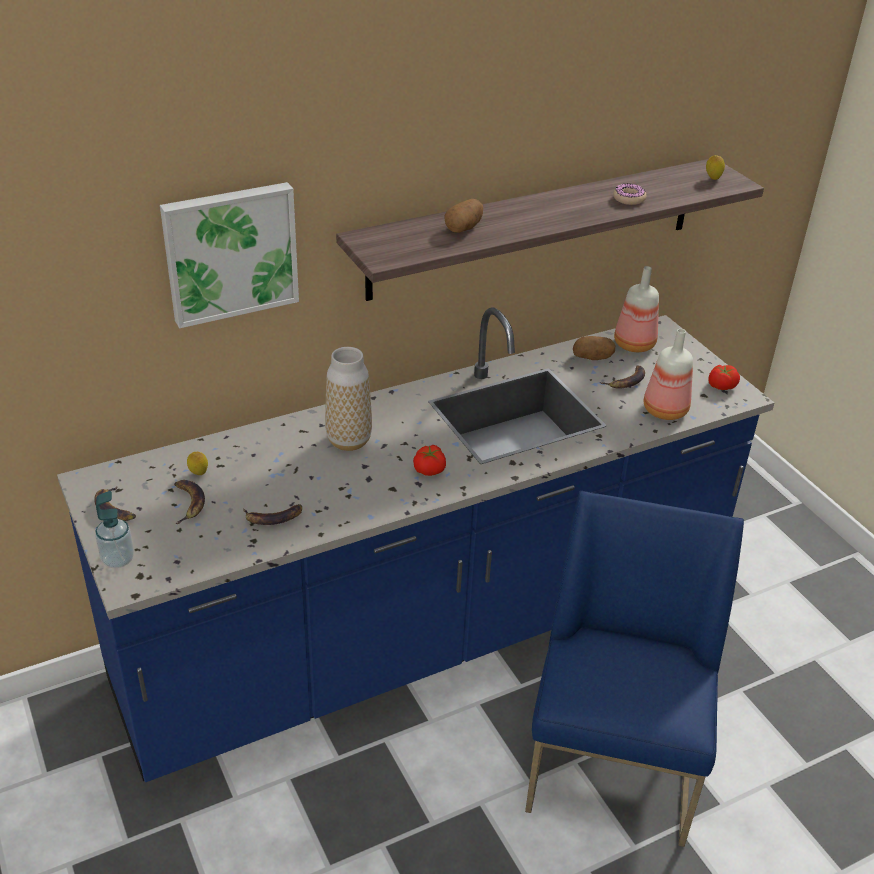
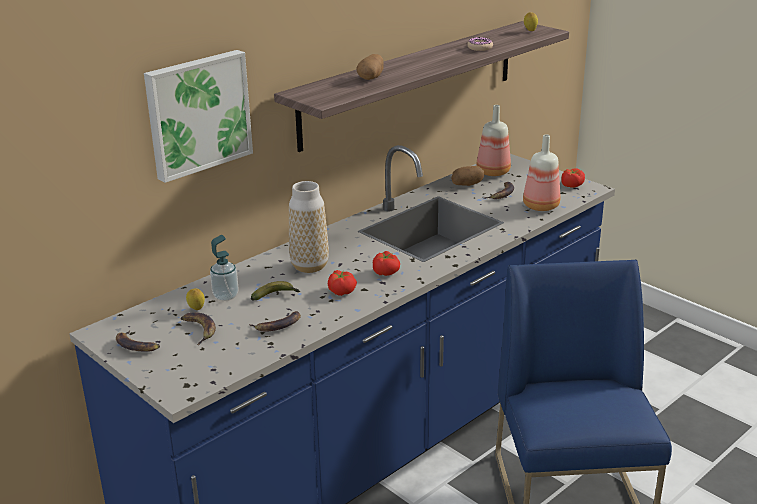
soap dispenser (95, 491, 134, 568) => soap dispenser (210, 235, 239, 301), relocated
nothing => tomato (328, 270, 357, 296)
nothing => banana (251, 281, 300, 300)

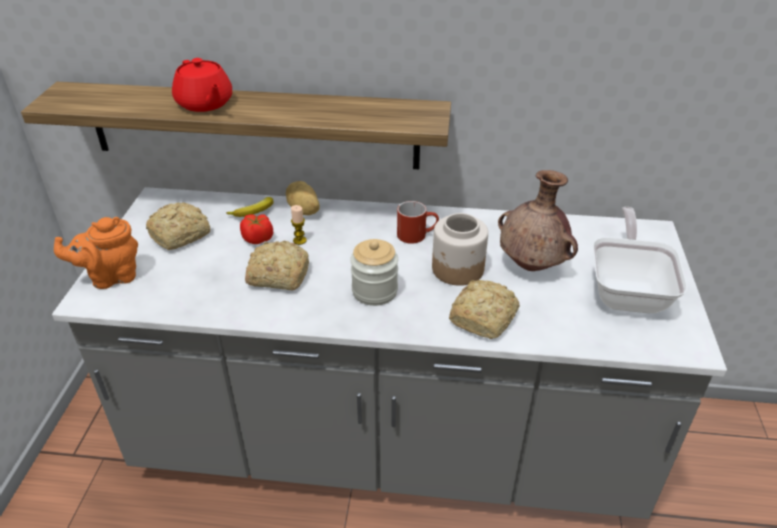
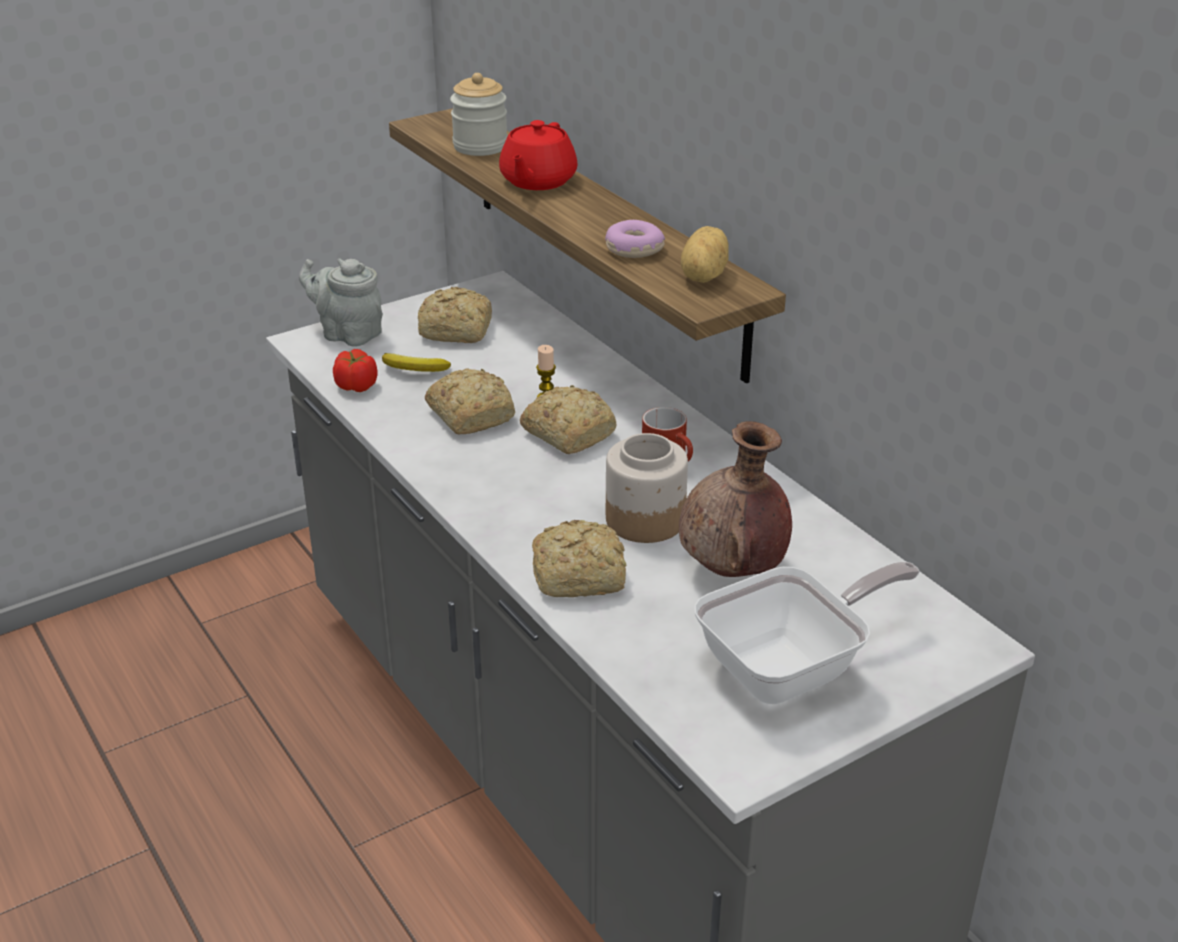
potato (286, 181, 320, 215) => potato (681, 226, 729, 283), relocated
banana (226, 197, 273, 217) => banana (382, 353, 451, 372), relocated
tomato (240, 214, 273, 244) => tomato (333, 349, 377, 392), relocated
orange teapot (54, 217, 138, 289) => grey teapot (299, 258, 383, 347)
jar (350, 239, 398, 306) => jar (450, 73, 508, 156), relocated
nothing => donut (605, 220, 665, 258)
nothing => bread (520, 385, 617, 454)

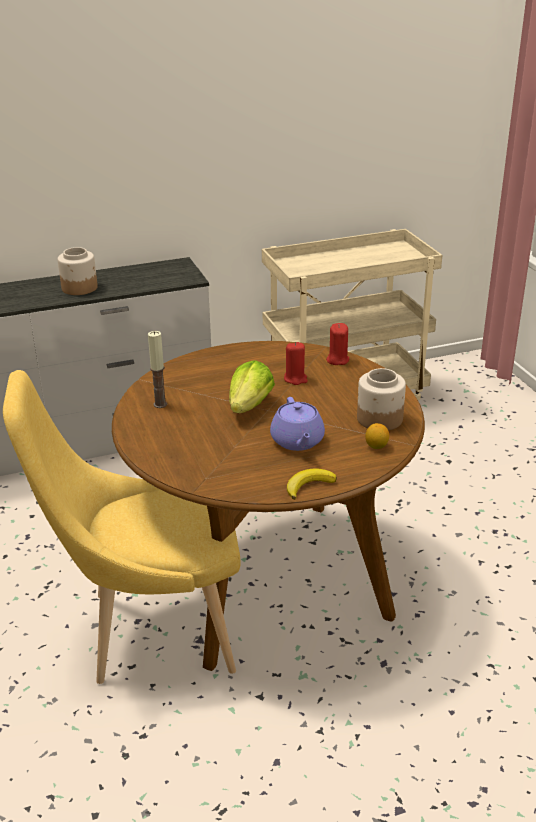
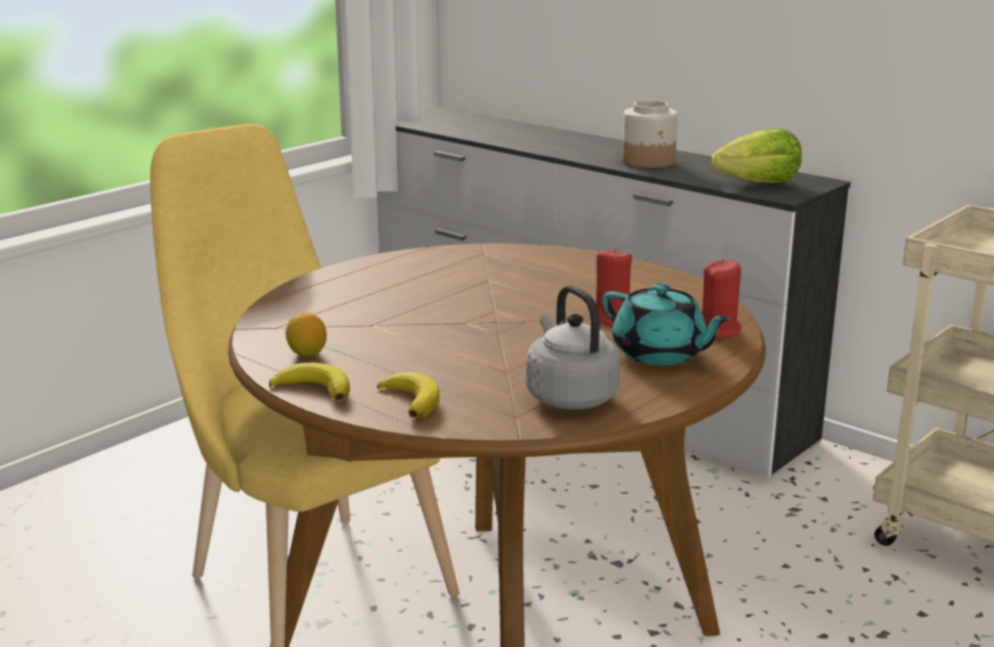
candle (148, 331, 167, 408) => nothing
lettuce (229, 360, 275, 413) => lettuce (712, 128, 802, 183), relocated
jar (357, 368, 406, 430) => grey kettle (526, 285, 621, 409)
purple teapot (270, 397, 325, 451) => nothing
lemon (365, 423, 389, 449) => lemon (286, 312, 327, 357), relocated
nothing => turquoise teapot (603, 283, 731, 365)
nothing => banana (377, 372, 440, 418)

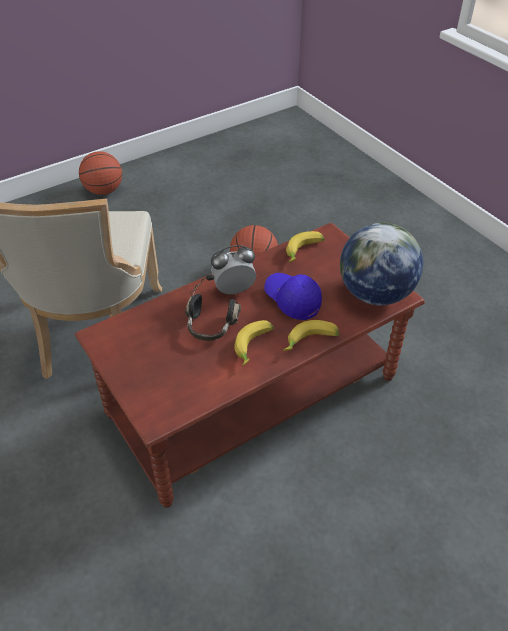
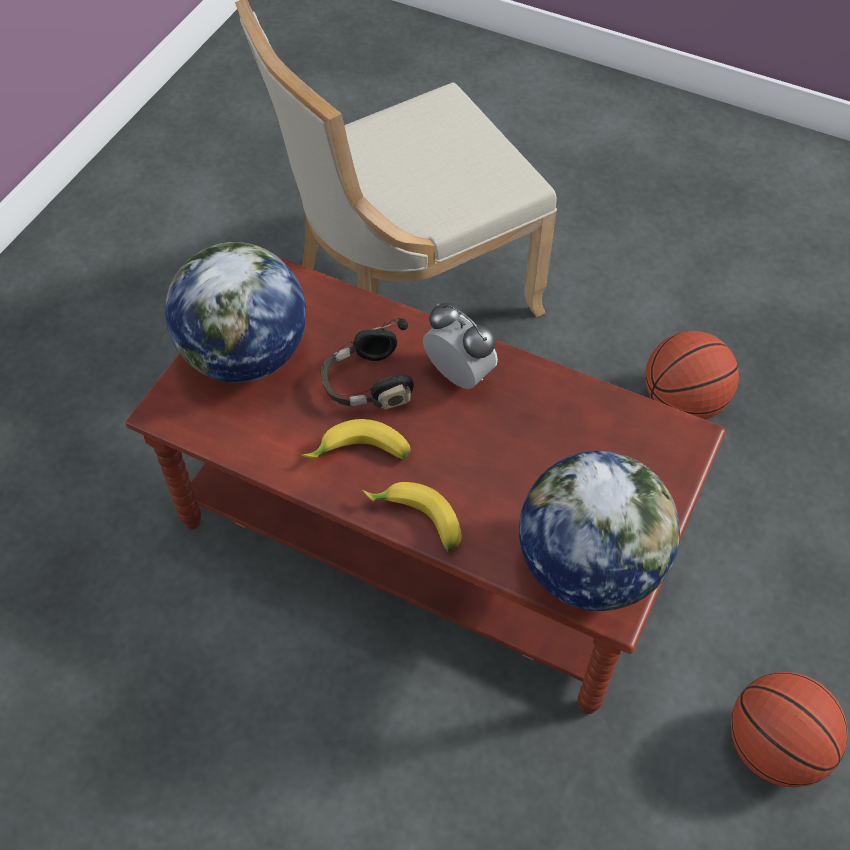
basketball (79, 151, 122, 195) => basketball (731, 672, 848, 787), relocated
banana (286, 231, 325, 263) => nothing
blue cap (264, 273, 322, 320) => nothing
nothing => globe (165, 242, 306, 383)

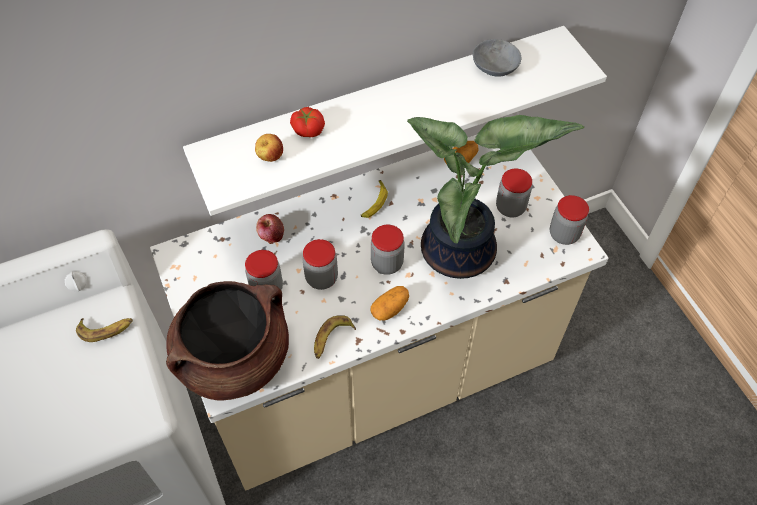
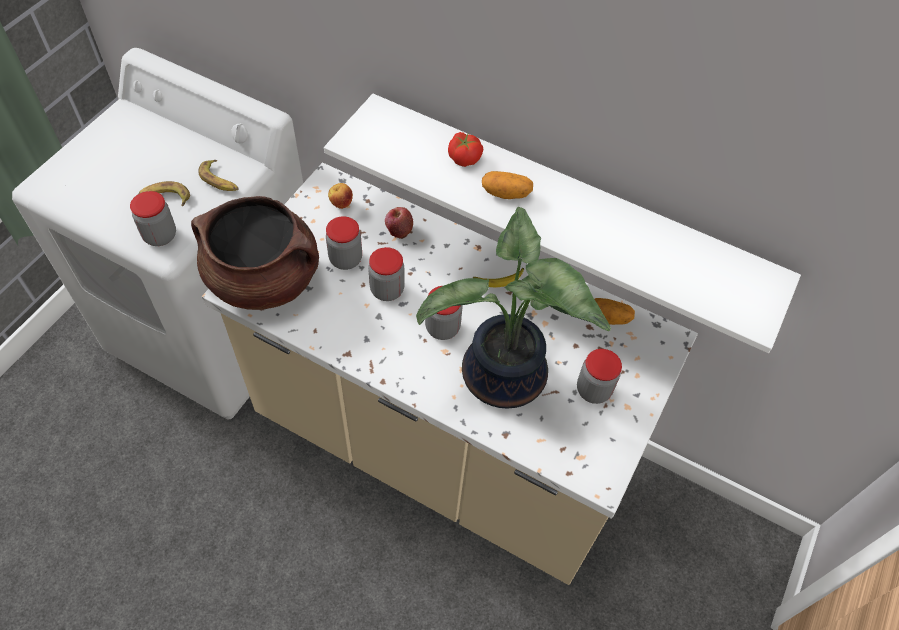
grey bowl (473, 39, 521, 77) => nothing
apple (255, 134, 283, 162) => apple (328, 183, 353, 209), relocated
jar (550, 195, 589, 245) => jar (130, 191, 176, 246), relocated
potato (370, 286, 409, 321) => potato (482, 171, 533, 199), relocated
banana (314, 315, 356, 359) => banana (138, 181, 190, 206), relocated

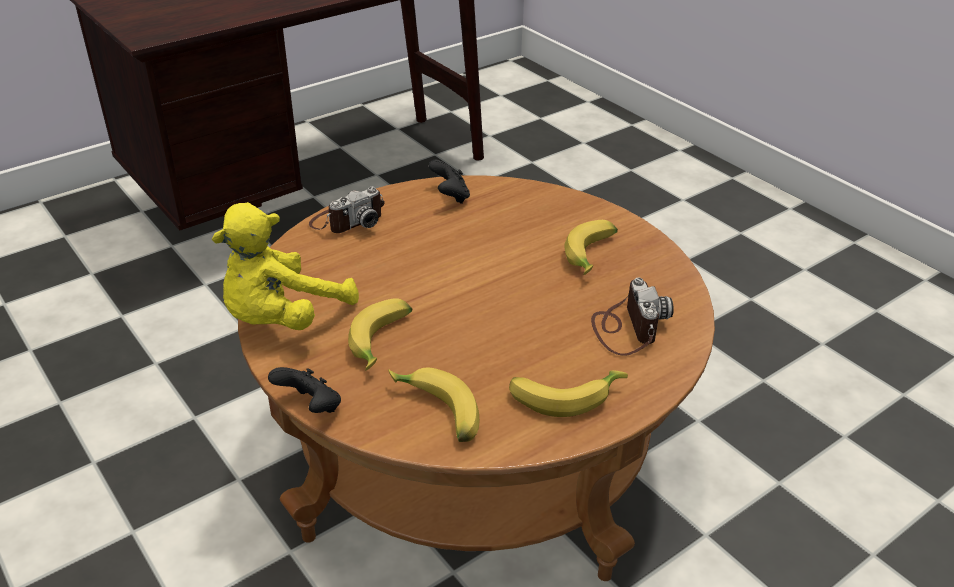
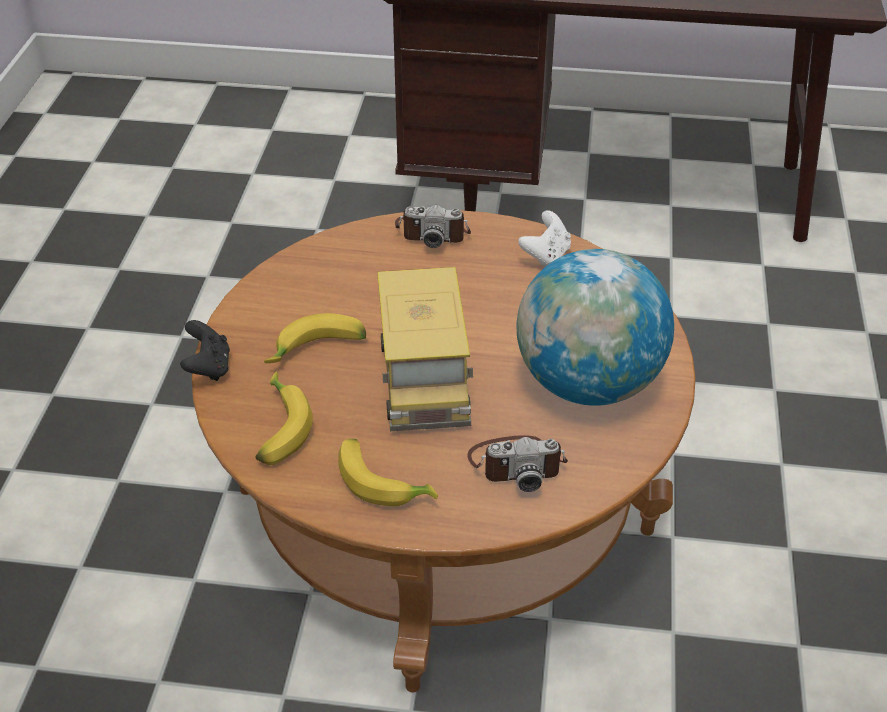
black game controller (429, 160, 470, 204) => white game controller (518, 210, 571, 267)
yellow plush toy (212, 202, 359, 330) => nothing
banana (564, 220, 618, 275) => globe (516, 249, 674, 406)
photo camera (591, 278, 674, 356) => photo camera (467, 435, 568, 492), 45 degrees clockwise
nothing => toy truck (377, 267, 473, 431)

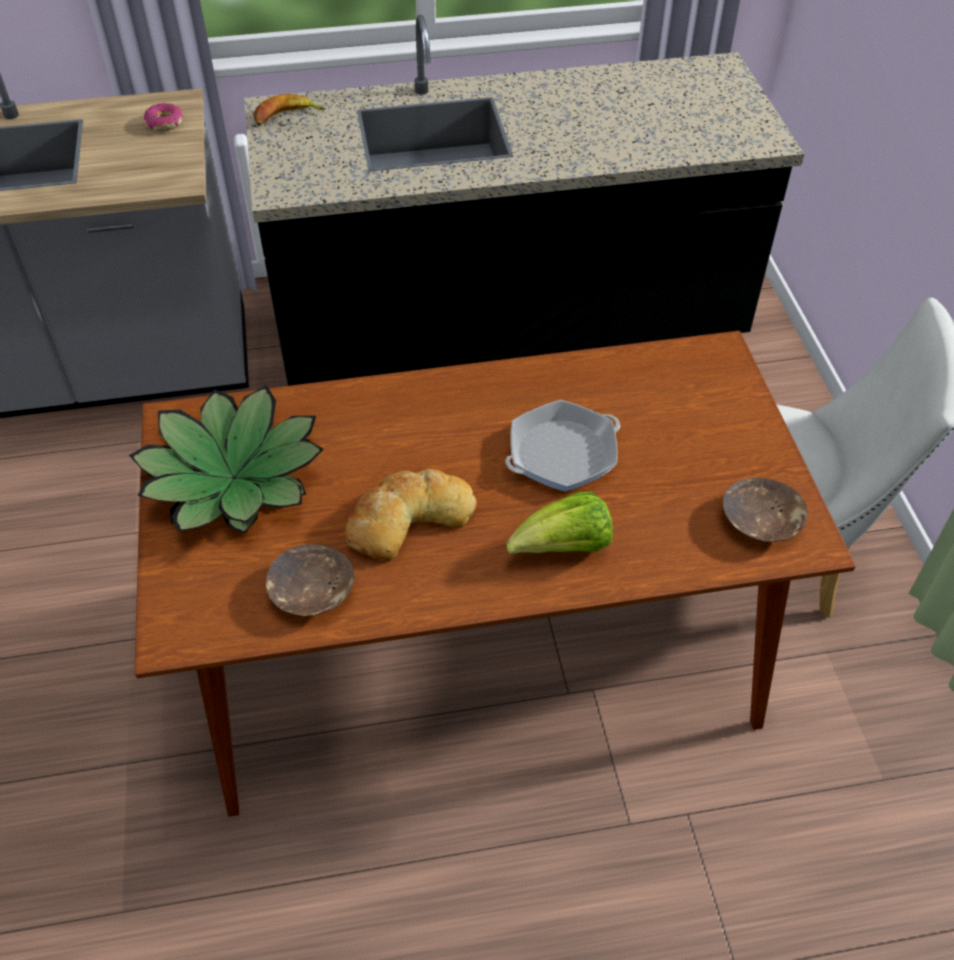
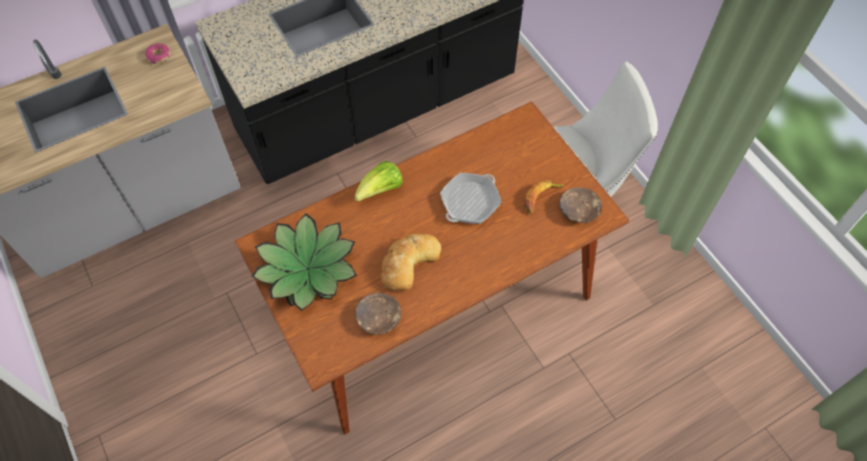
banana (253, 94, 326, 126) => banana (525, 180, 564, 214), relocated
lettuce (507, 491, 613, 554) => lettuce (355, 161, 403, 202), relocated

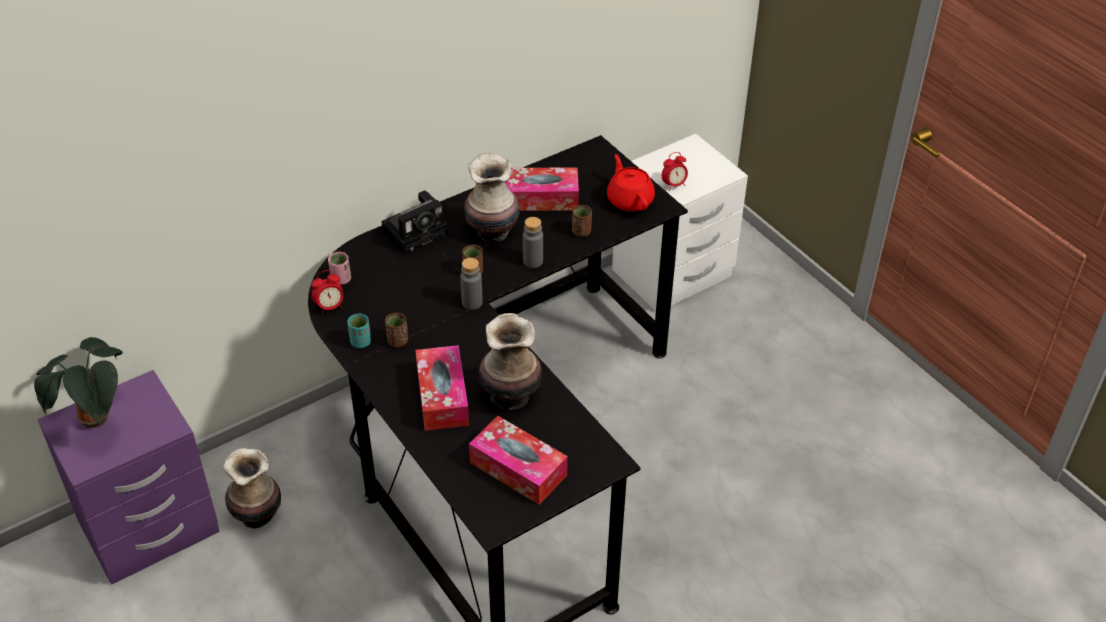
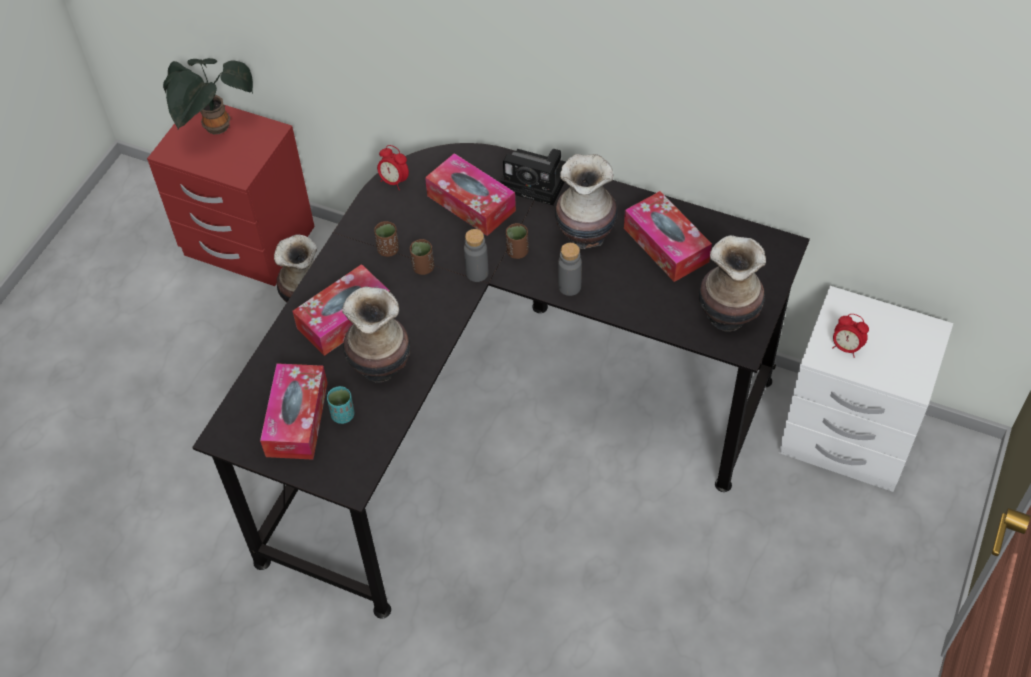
red teapot (607, 154, 655, 212) => vase (698, 235, 766, 332)
brown cup (572, 205, 592, 237) => brown cup (410, 239, 434, 275), relocated
pink cup (328, 252, 351, 285) => nothing
turquoise cup (347, 314, 371, 348) => turquoise cup (327, 386, 354, 424), relocated
purple nightstand (38, 370, 220, 585) => red nightstand (147, 105, 315, 286)
nothing => tissue box (425, 153, 516, 236)

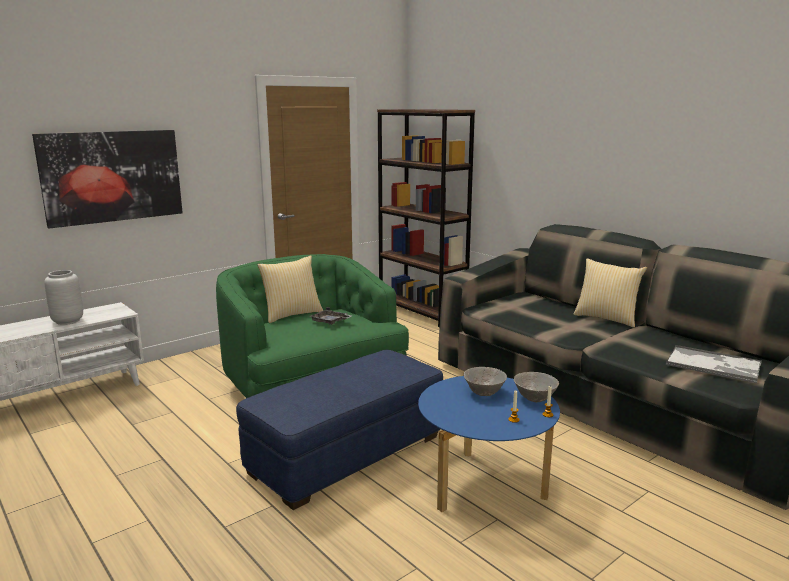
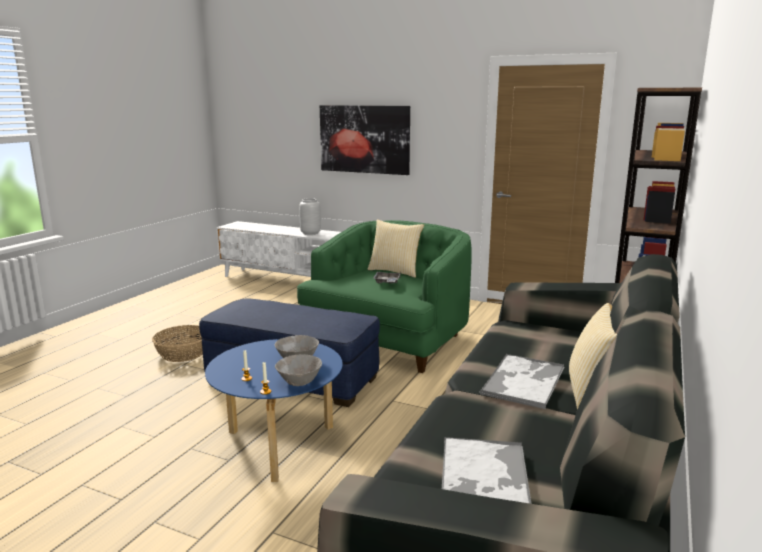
nothing => basket (152, 325, 203, 362)
nothing => tray (480, 354, 565, 409)

